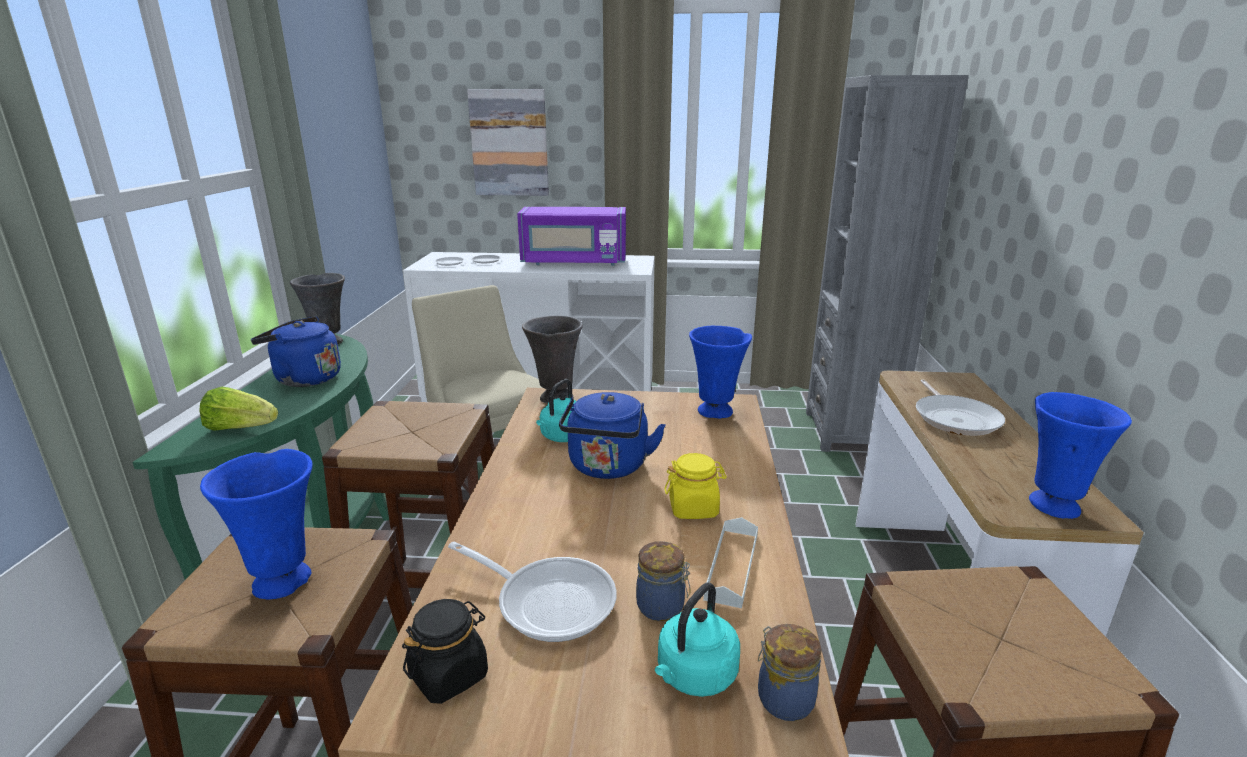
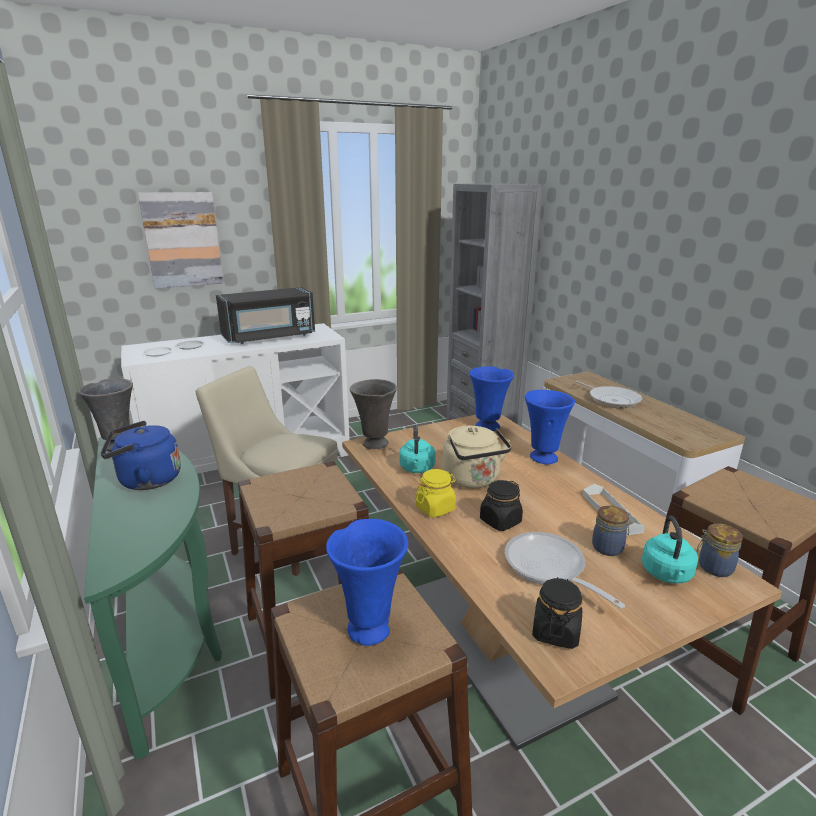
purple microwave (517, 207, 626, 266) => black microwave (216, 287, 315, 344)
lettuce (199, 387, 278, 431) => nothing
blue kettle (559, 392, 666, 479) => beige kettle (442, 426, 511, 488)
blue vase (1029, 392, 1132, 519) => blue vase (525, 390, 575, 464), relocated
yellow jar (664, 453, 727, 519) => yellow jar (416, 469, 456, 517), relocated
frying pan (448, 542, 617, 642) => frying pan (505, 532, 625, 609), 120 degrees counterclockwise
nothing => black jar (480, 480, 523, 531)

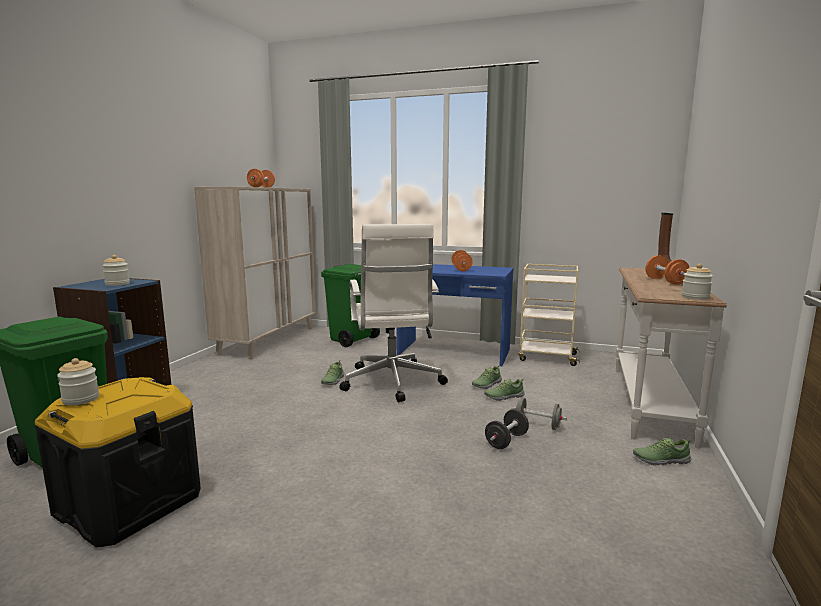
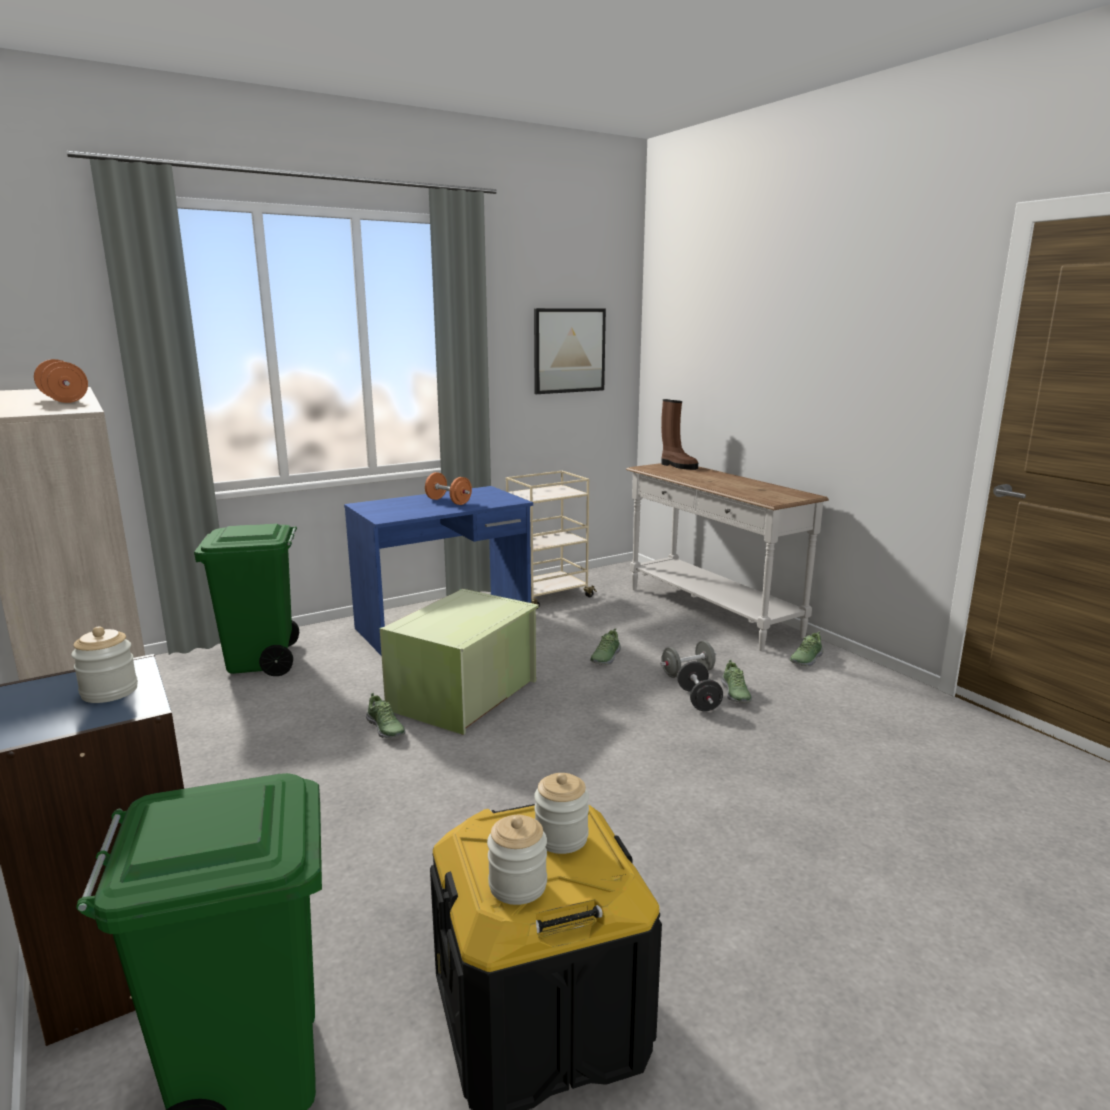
white office chair (339, 224, 448, 402) => green storage box (380, 589, 539, 735)
orange dumbbell (645, 255, 690, 285) => nothing
jar (682, 264, 713, 300) => jar (534, 773, 589, 854), relocated
shoe (472, 366, 502, 389) => shoe (721, 660, 752, 703), relocated
nothing => picture (534, 308, 606, 394)

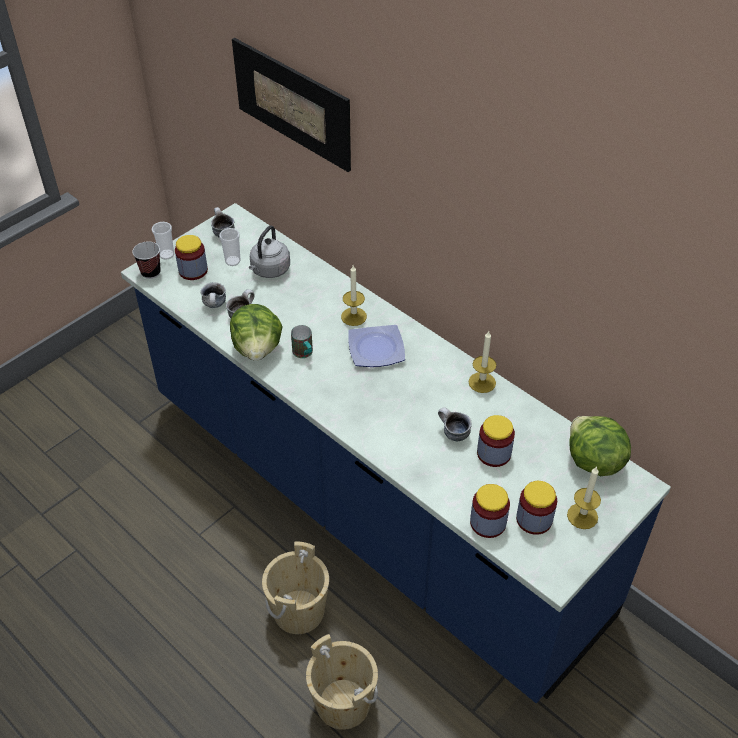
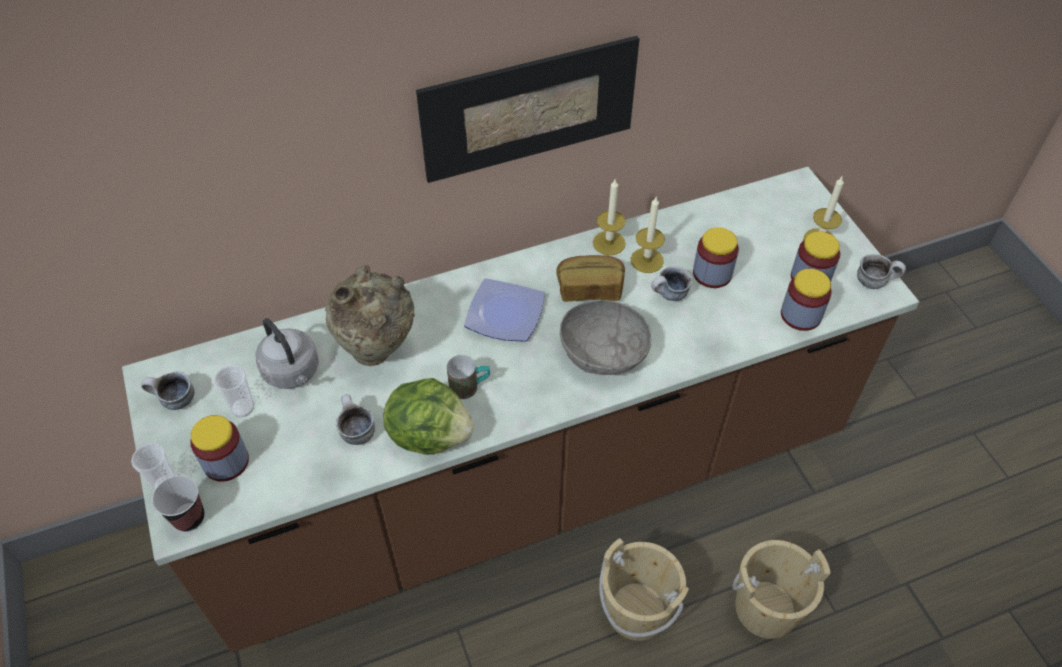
picture (232, 38, 351, 172) => picture (416, 36, 639, 183), relocated
blue counter (121, 203, 671, 703) => brown counter (122, 167, 919, 653)
candle (341, 265, 367, 326) => candle (631, 197, 665, 273), relocated
mug (200, 282, 226, 308) => mug (857, 254, 906, 289), relocated
lettuce (569, 416, 631, 476) => nothing
nothing => bread (556, 255, 625, 302)
nothing => beige vase (325, 265, 415, 366)
nothing => grey bowl (560, 300, 651, 375)

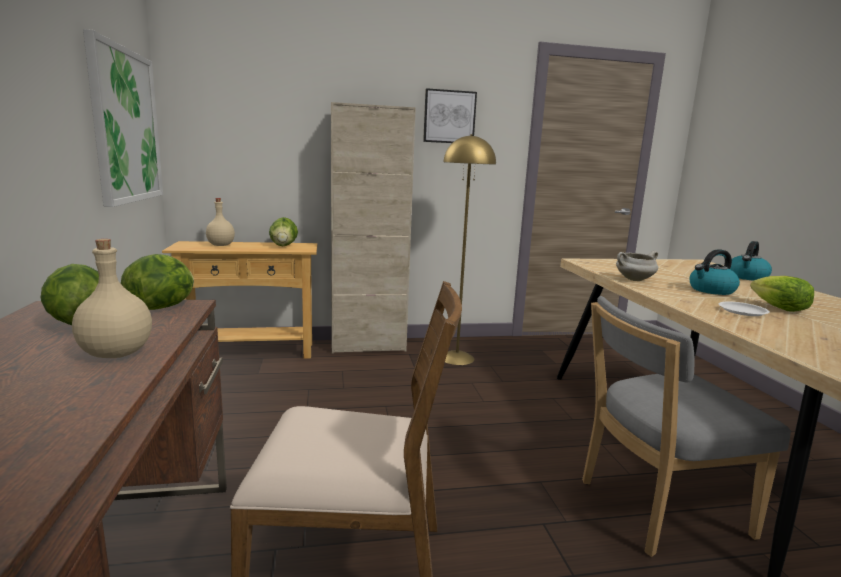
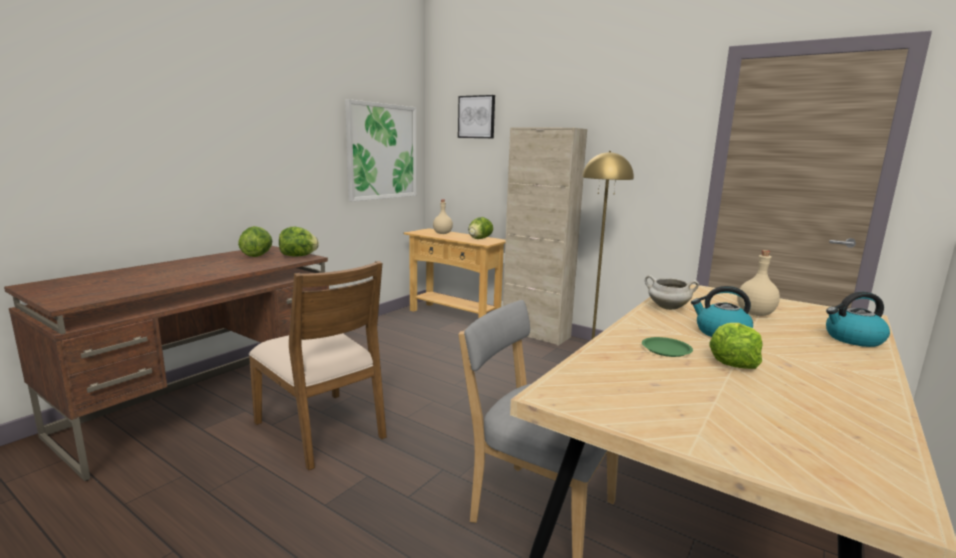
picture (423, 88, 477, 143) => picture (458, 95, 495, 138), relocated
beige bottle (72, 239, 152, 358) => beige bottle (737, 250, 780, 316), relocated
white plate (719, 301, 770, 316) => green plate (642, 337, 693, 357)

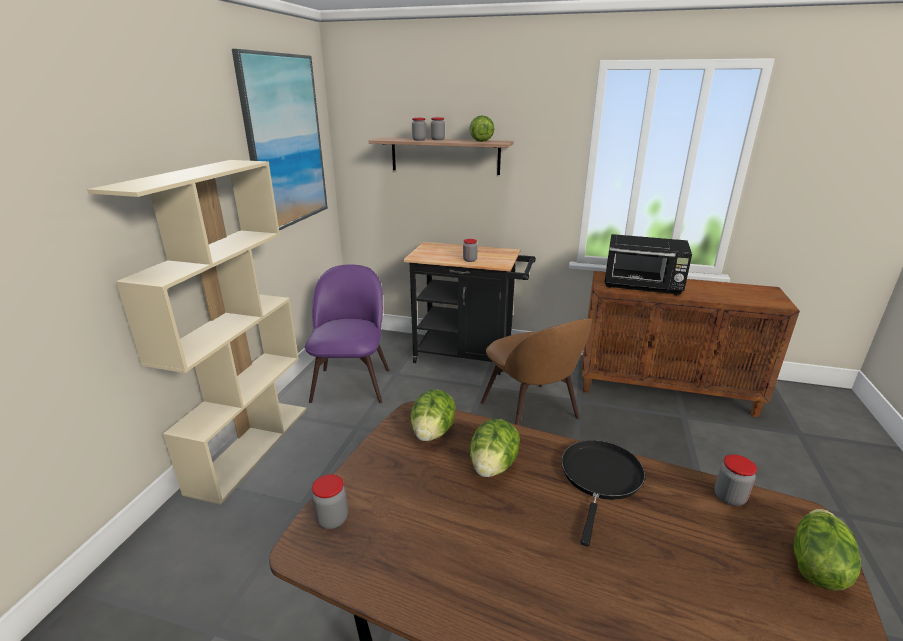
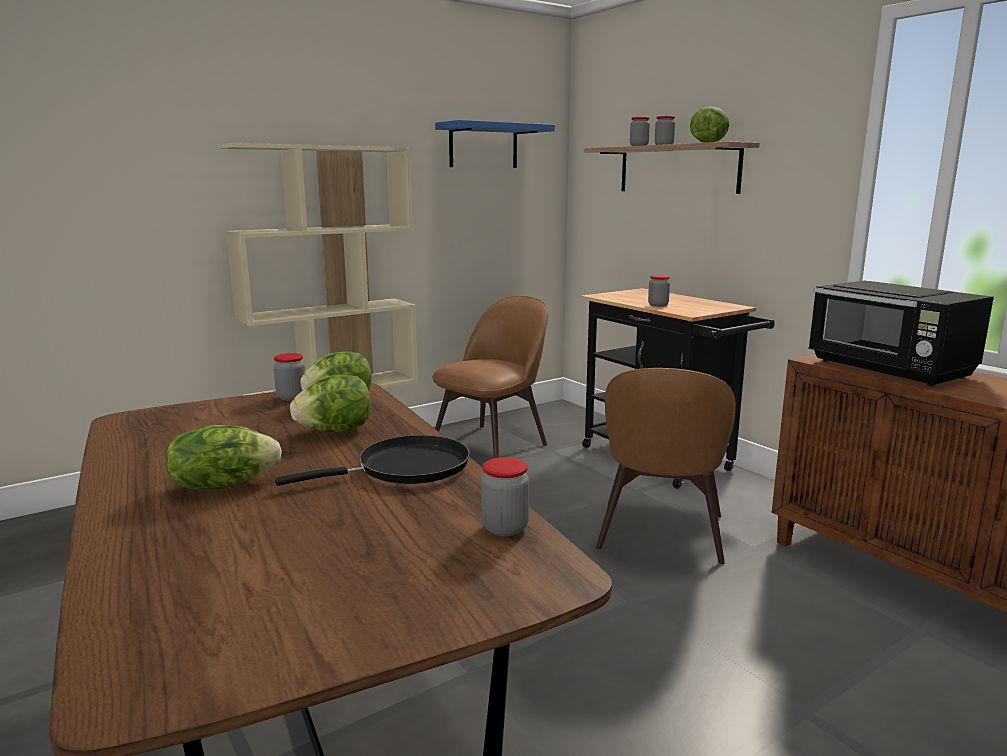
picture (232, 49, 328, 230) => blue shelf (435, 120, 555, 168)
purple chair (305, 265, 389, 403) => brown chair (432, 296, 548, 458)
jar (312, 474, 348, 529) => jar (274, 353, 305, 401), relocated
lettuce (793, 509, 861, 591) => lettuce (166, 425, 282, 490), relocated

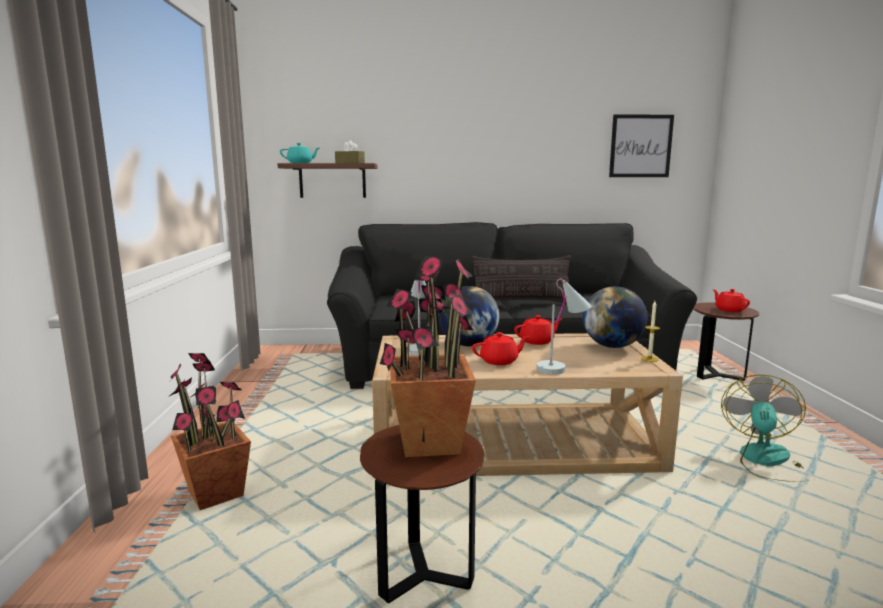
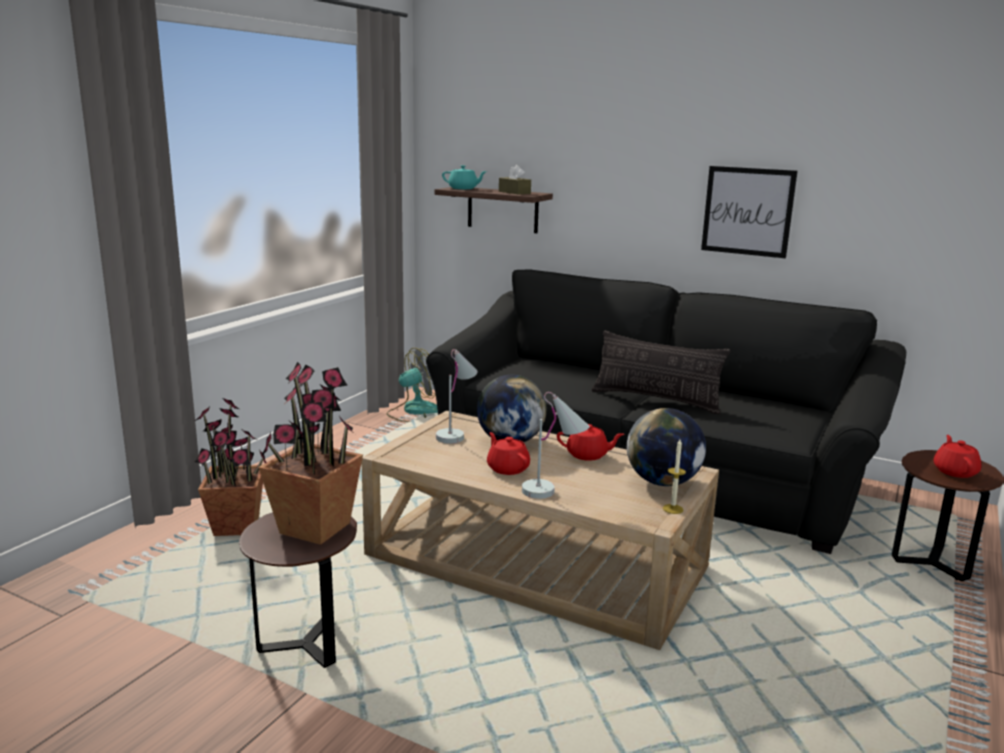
picture (609, 114, 674, 177) => picture (701, 166, 798, 258), relocated
red teapot (472, 332, 529, 365) => red teapot (487, 432, 530, 475), 135 degrees counterclockwise
fan (721, 374, 810, 482) => fan (387, 348, 438, 422), relocated

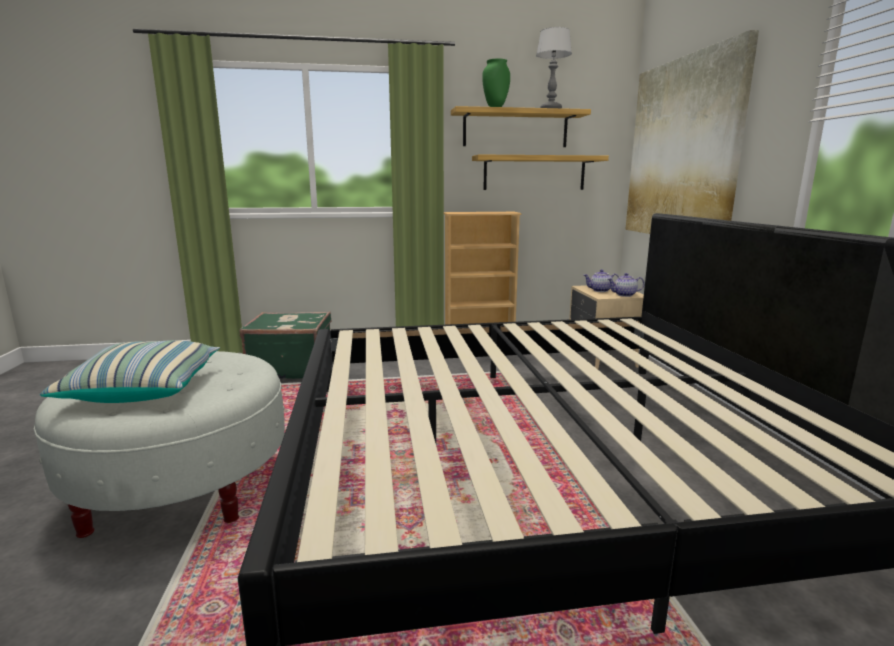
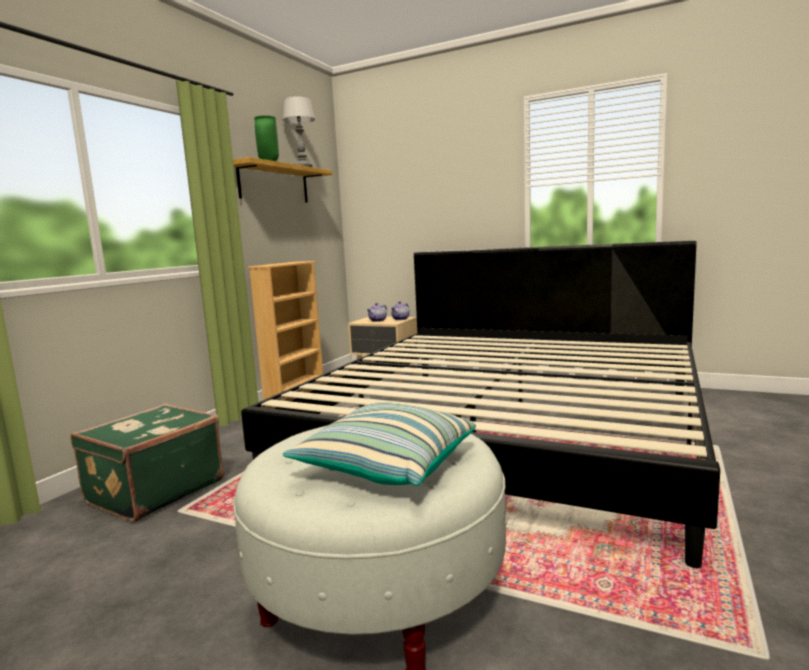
picture (625, 30, 759, 234) => nothing
shelf (472, 154, 609, 190) => nothing

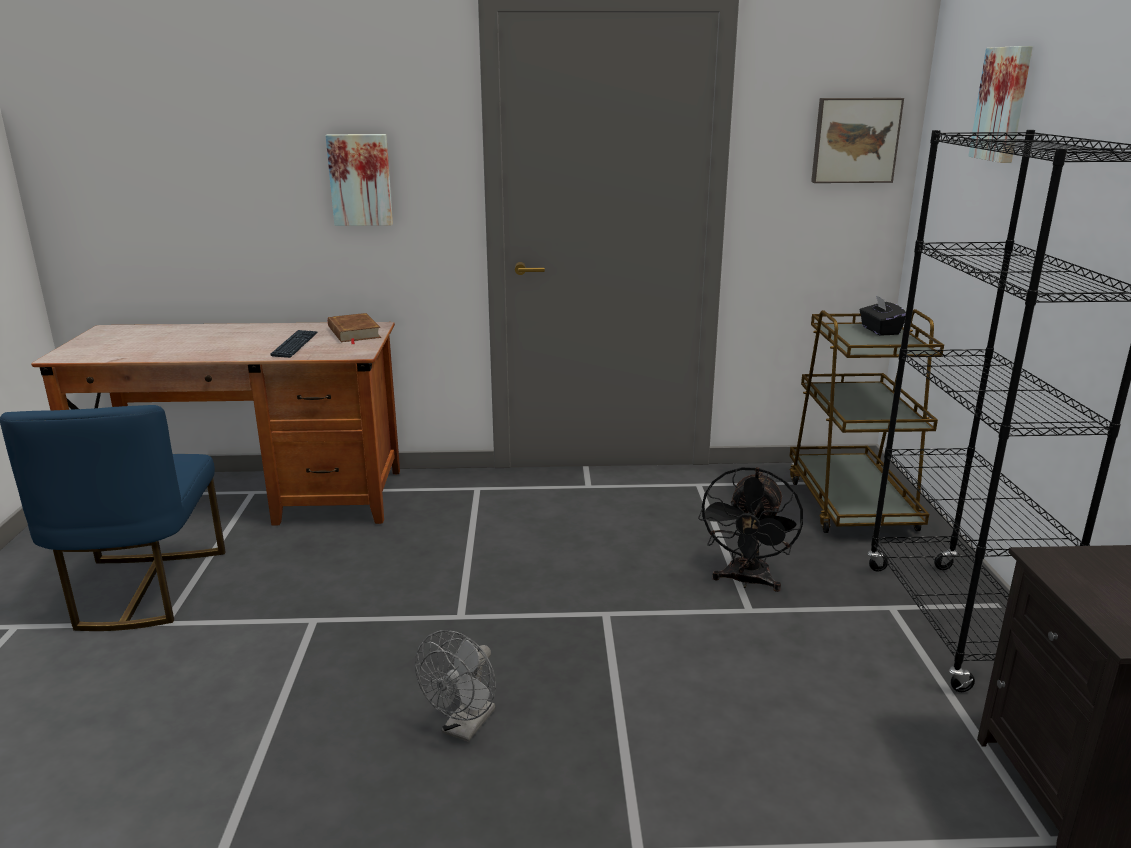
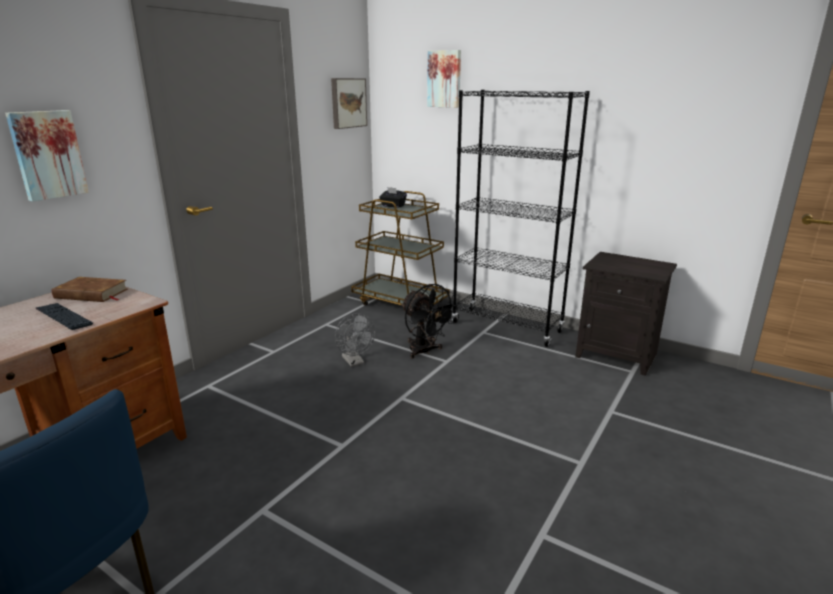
grey fan (415, 630, 496, 742) => grey fan (335, 313, 375, 367), relocated

